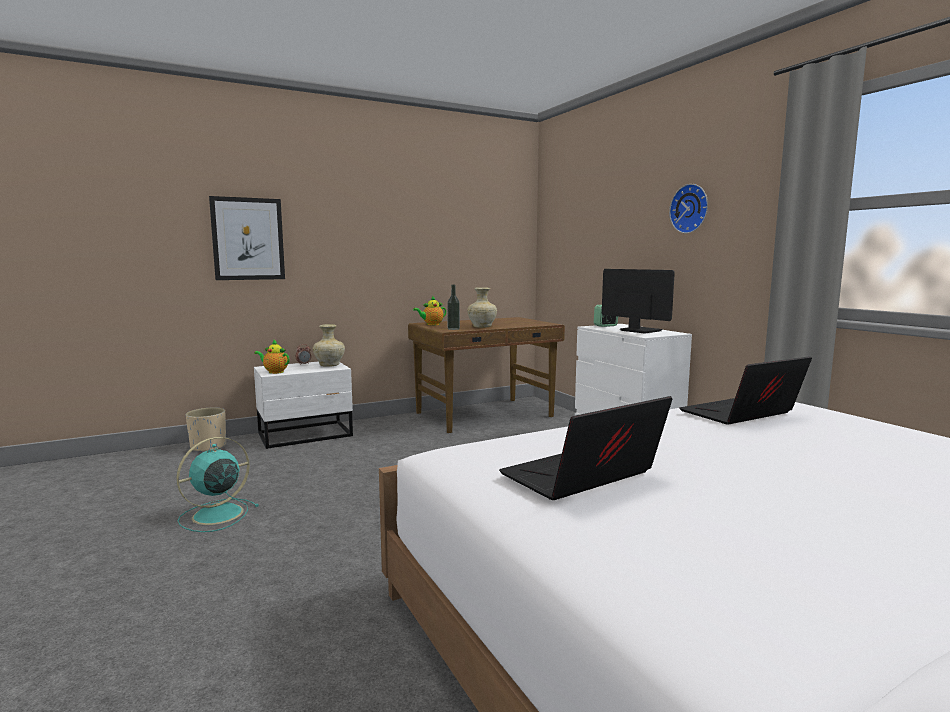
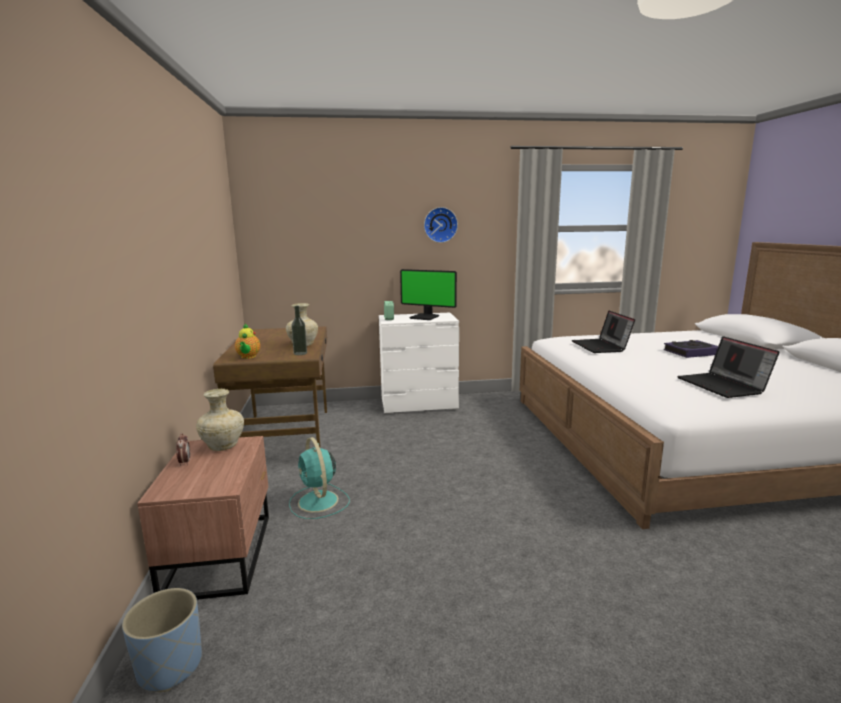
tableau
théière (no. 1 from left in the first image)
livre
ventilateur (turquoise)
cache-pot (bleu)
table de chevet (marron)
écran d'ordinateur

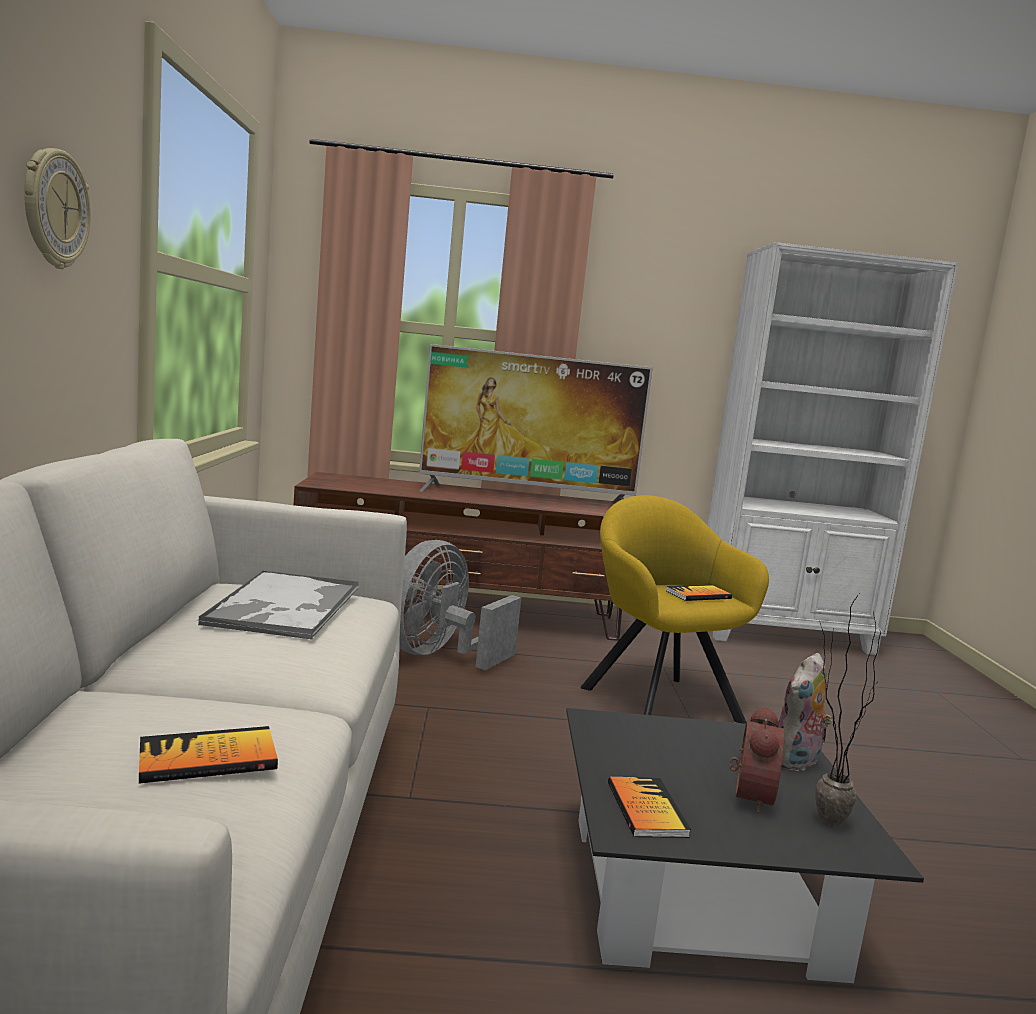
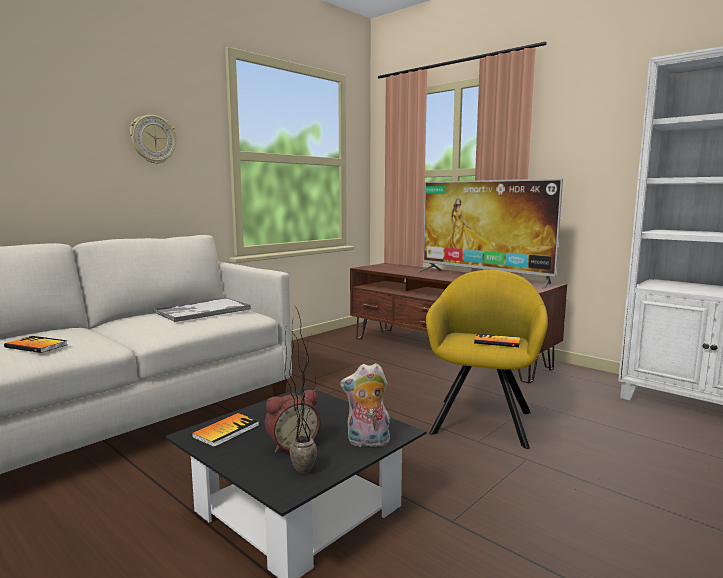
ventilateur (gris)

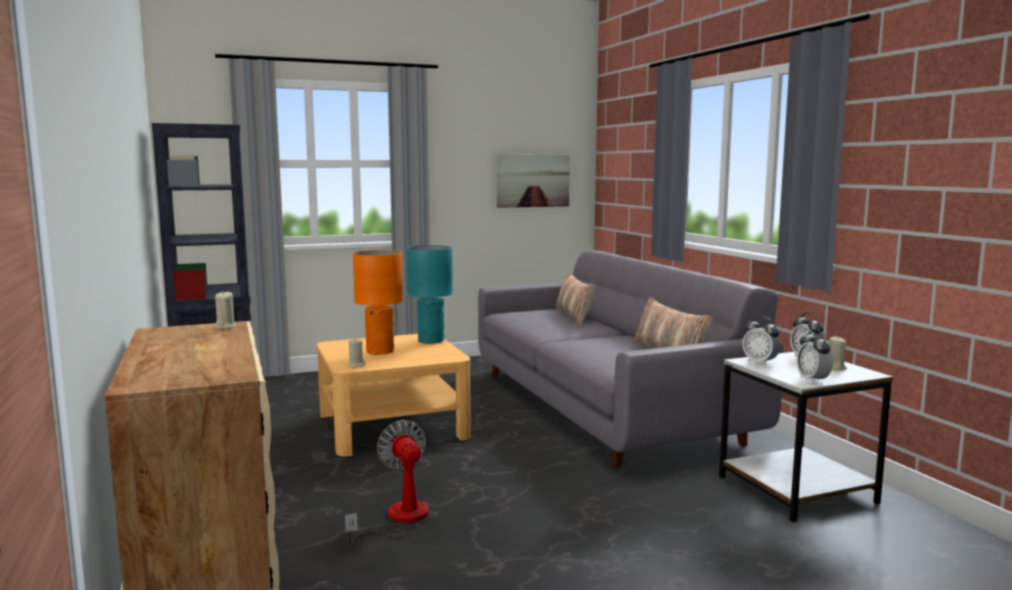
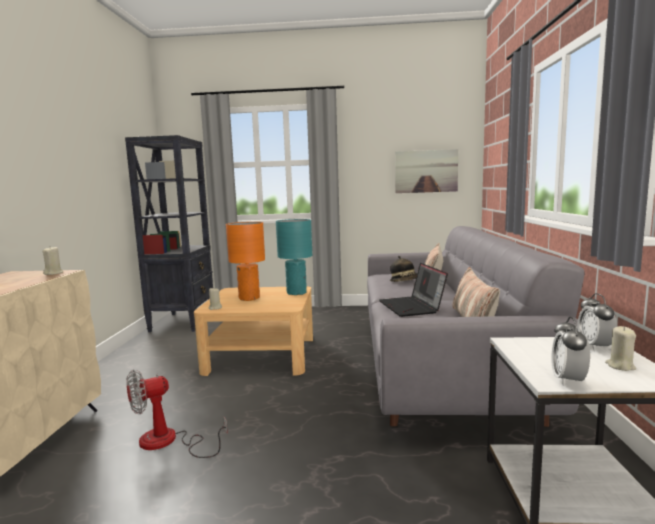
réveil (no. 1 from left in the first image)
ordinateur portable
chapeau
ventilateur

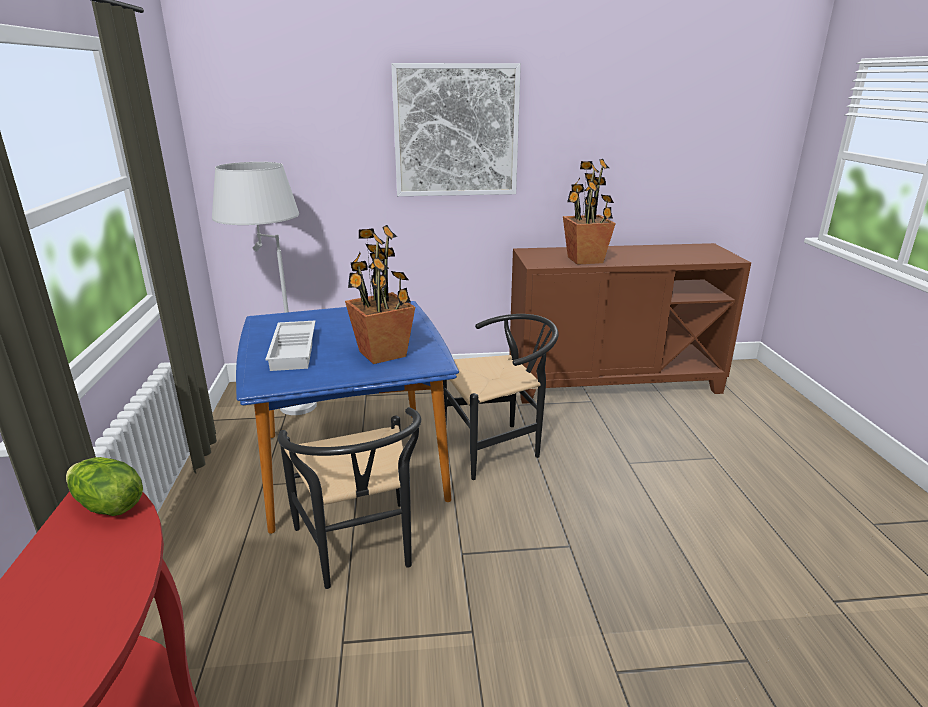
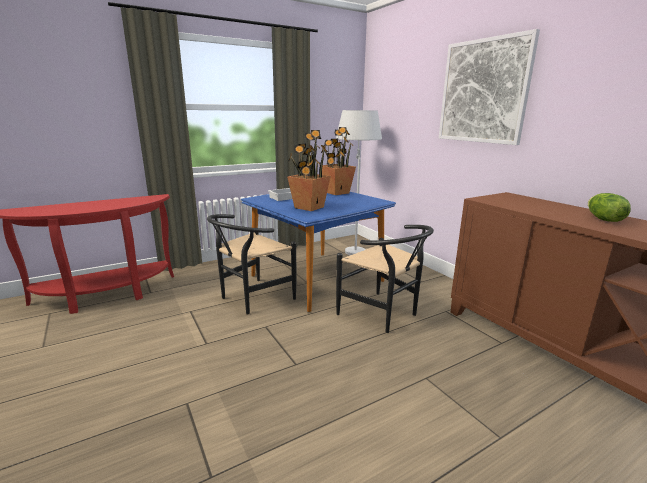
laitue
plante en pot (no. 2 from left)

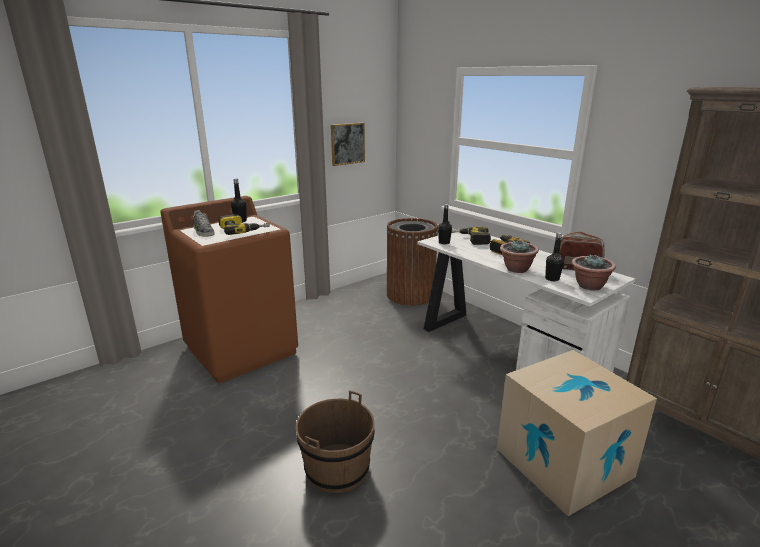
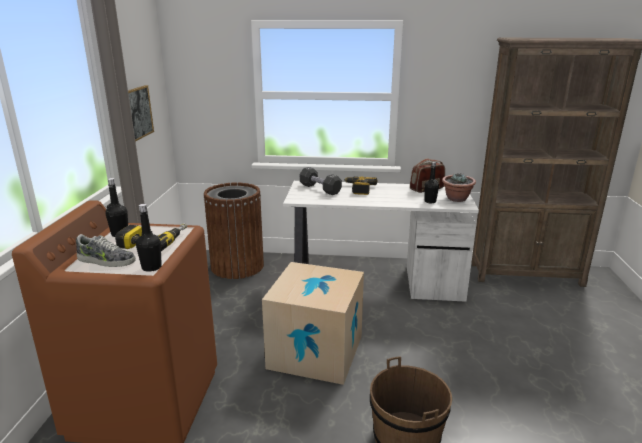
plante en pot (no. 1 from left in the first image)
bouteille (noir) (no. 2 from left)
carton
haltère (noir)

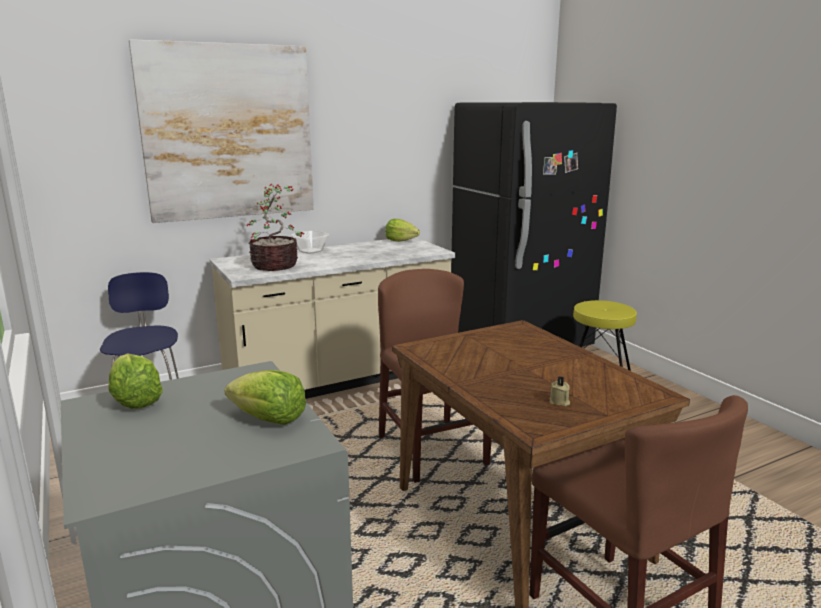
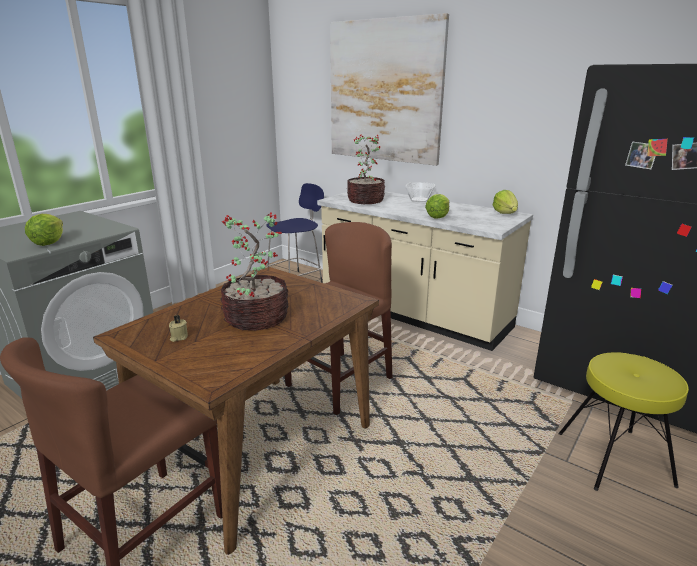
plante en pot (no. 1 from left)
laitue (no. 2 from left)

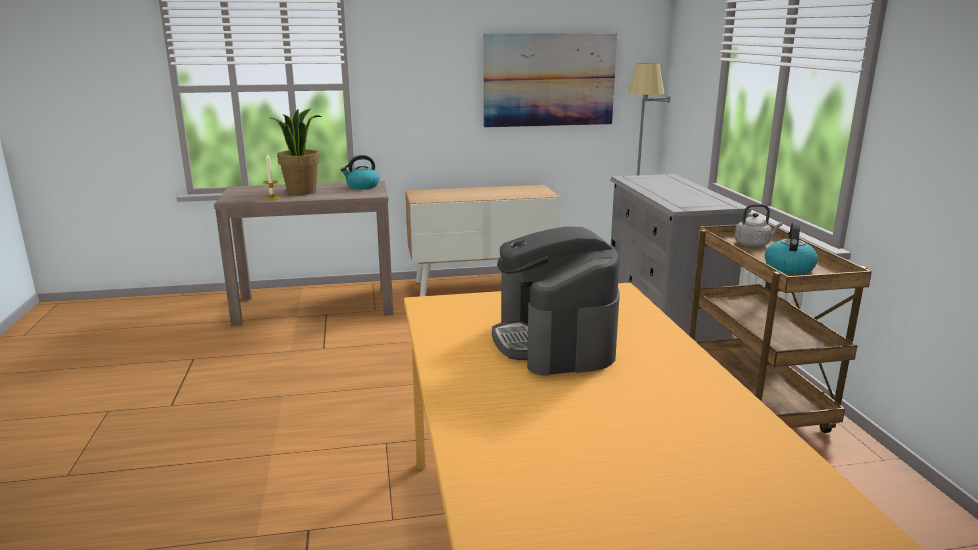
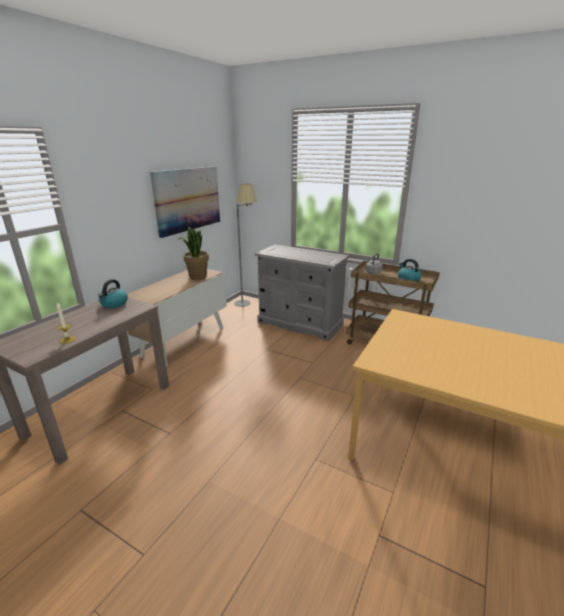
machine à café
plante en pot

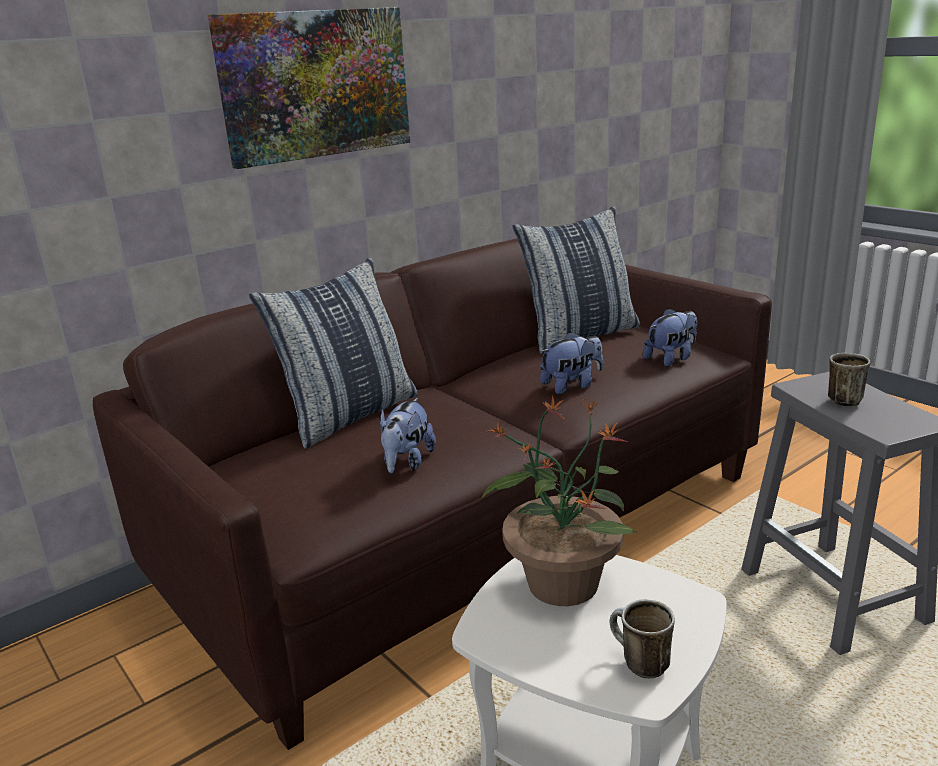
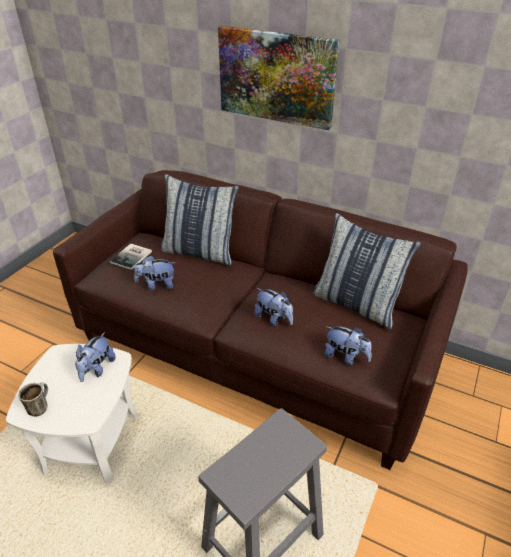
mug (no. 2 from left in the first image)
livre
peluche (no. 1 from left)

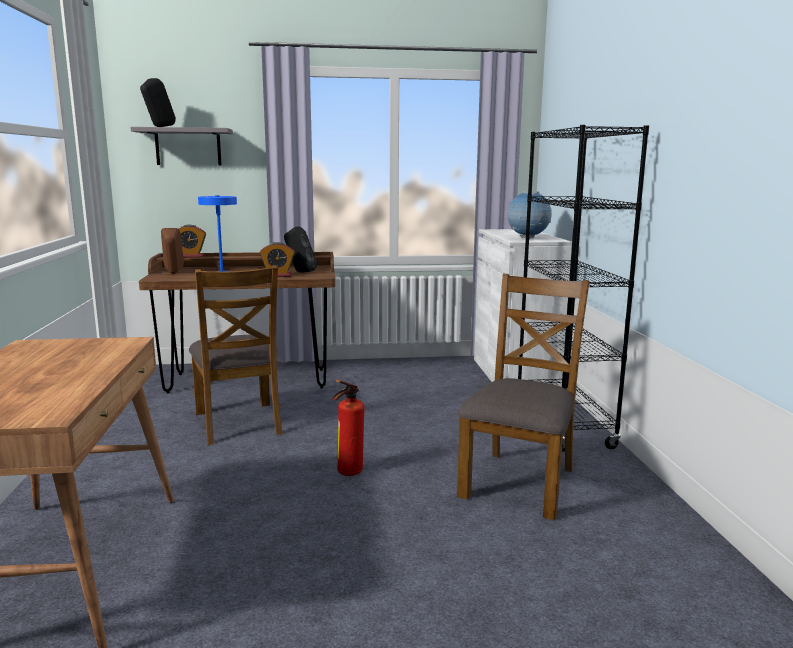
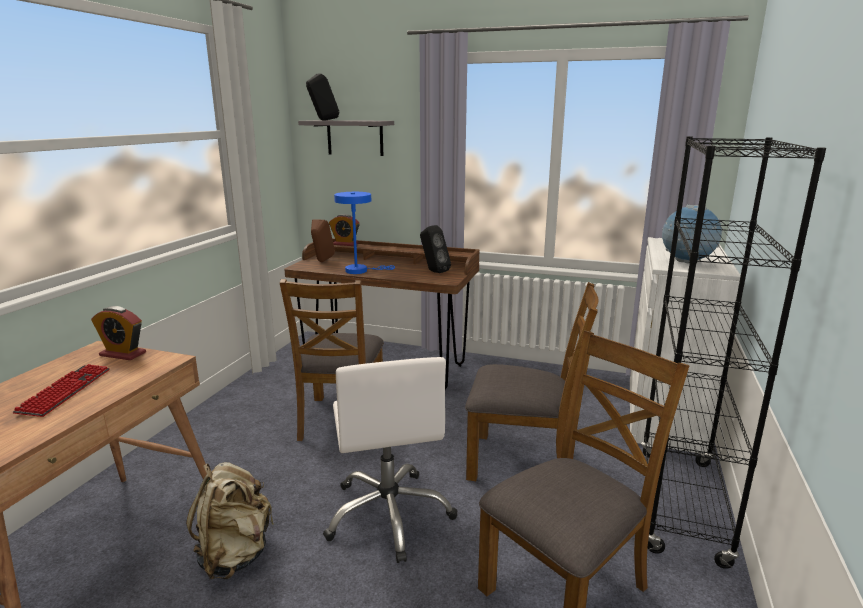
clavier
sac à dos (beige)
chaise (marron) (no. 2 from left)
réveil (no. 1 from left)
chaise de bureau (blanc)

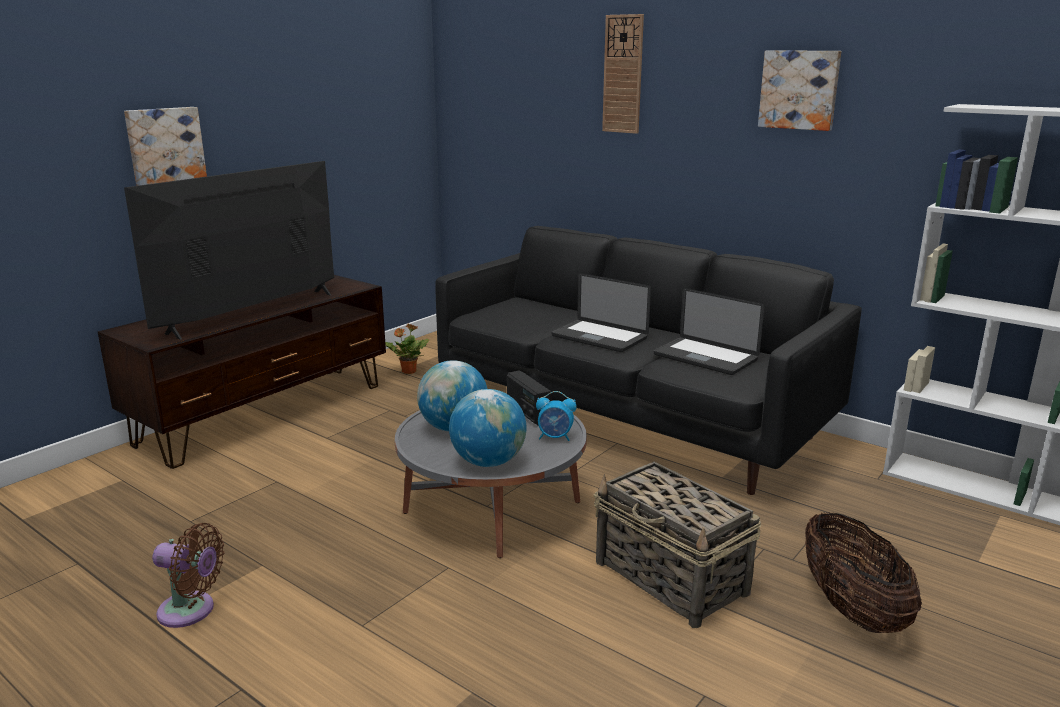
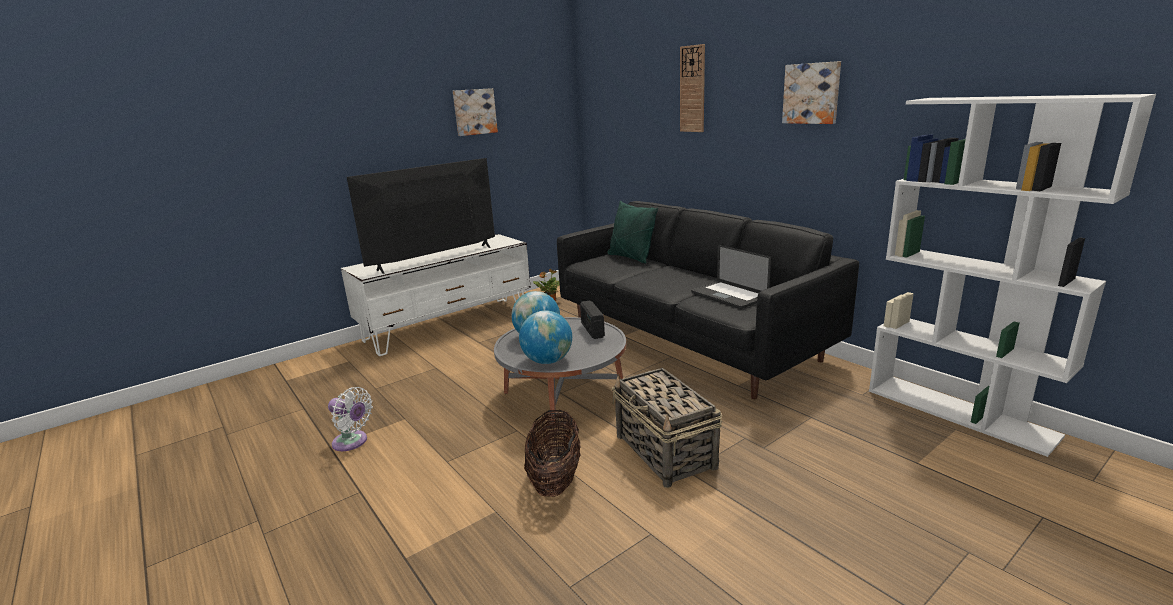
réveil
ordinateur portable (no. 1 from left in the first image)
coussin (vert)
tableau (no. 1 from left)
panier (no. 1 from left)
meuble télé (blanc)
ventilateur (blanc)

